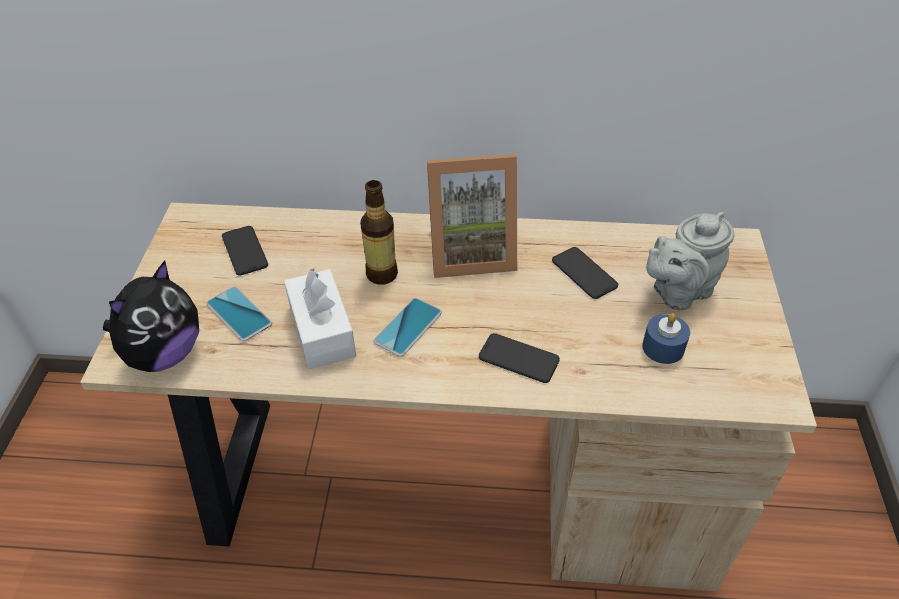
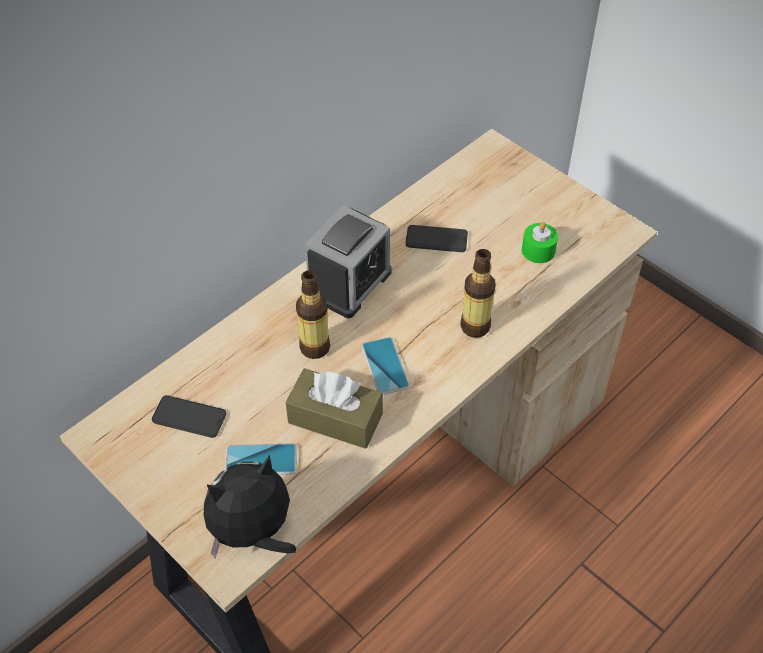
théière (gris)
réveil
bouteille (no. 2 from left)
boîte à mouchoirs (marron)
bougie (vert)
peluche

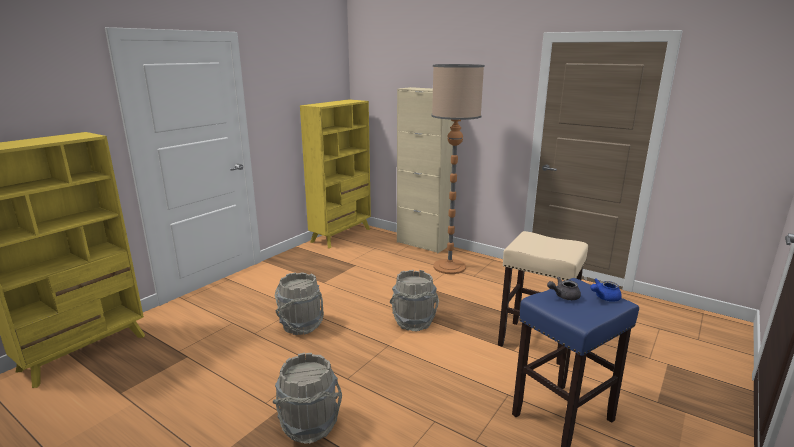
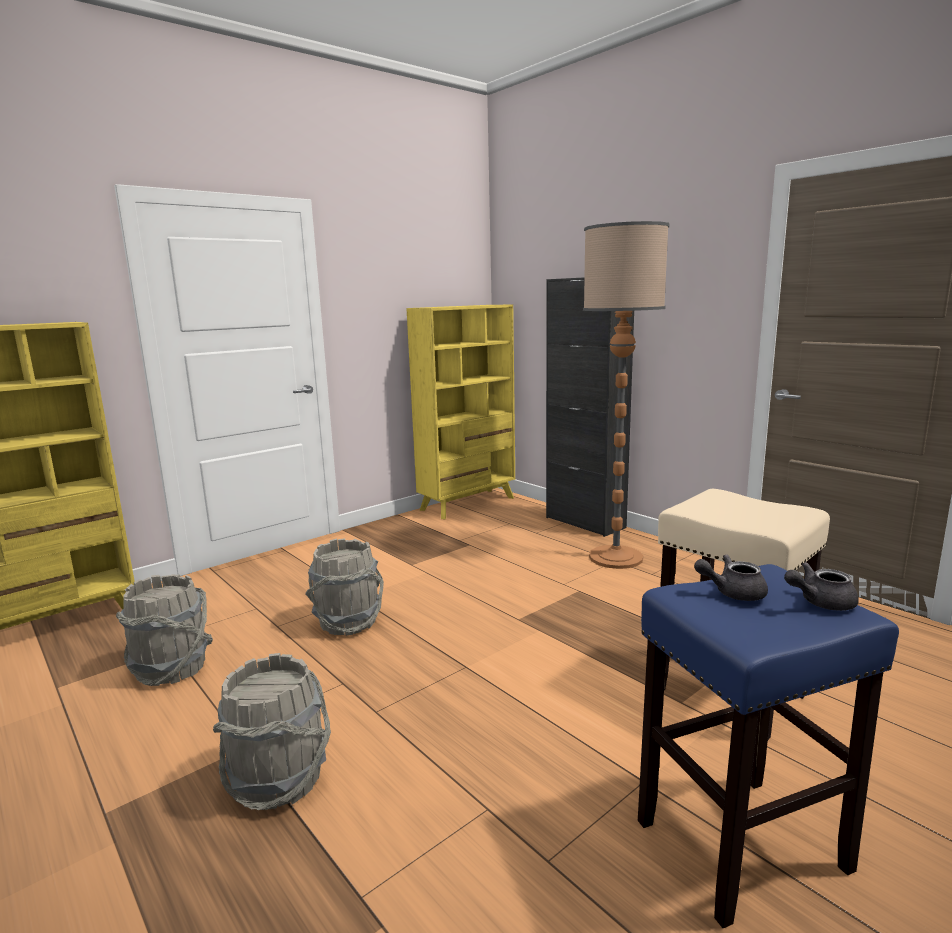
seau (gris) (no. 1 from left)
meuble de rangement (noir)
théière (gris) (no. 2 from left)

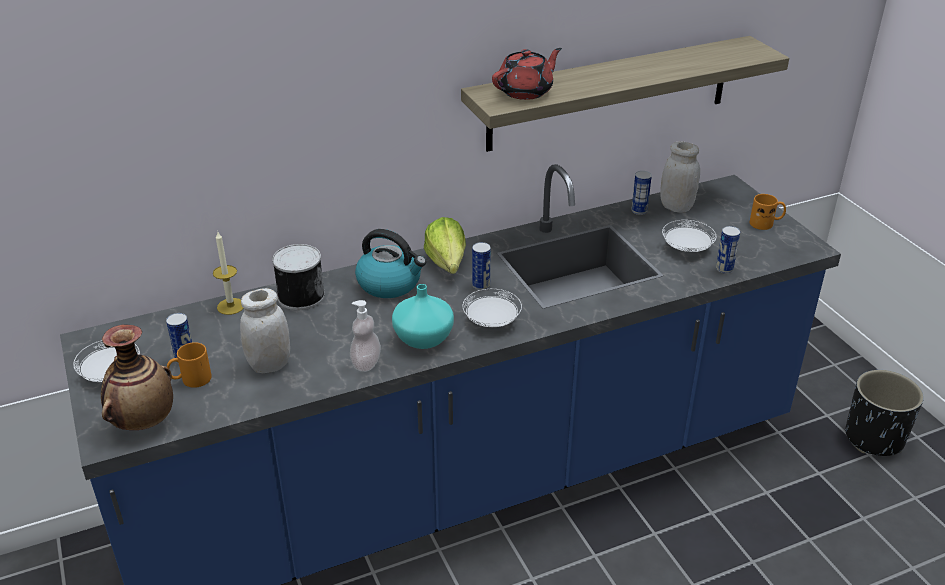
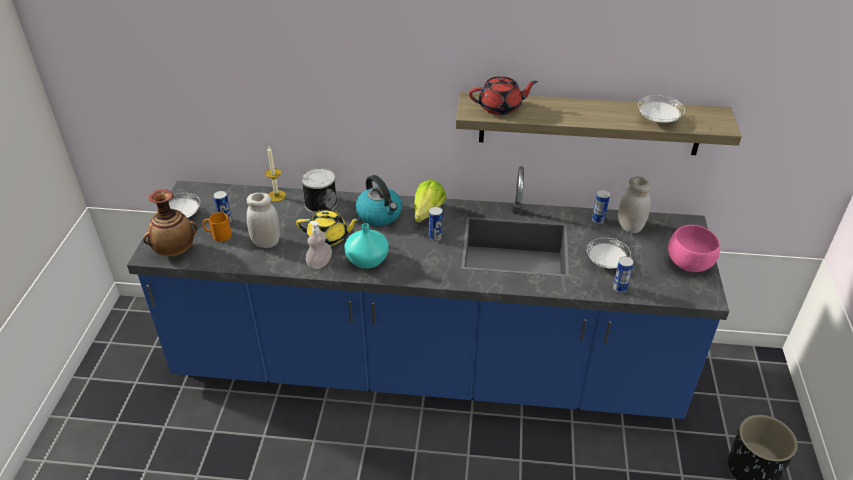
théière (jaune)
assiette (blanc) (no. 3 from left)
bol (rose)

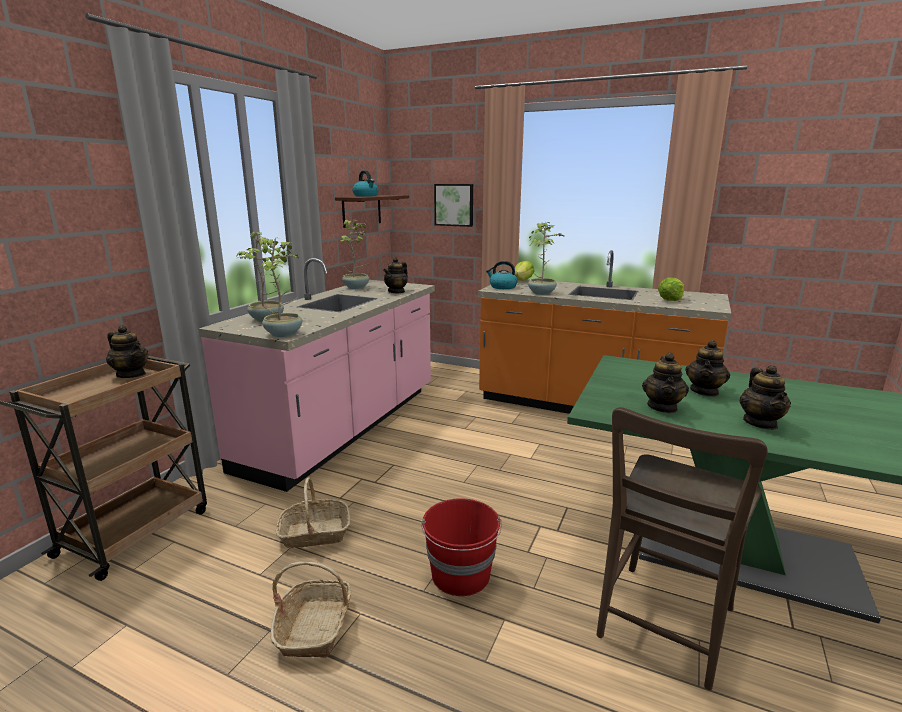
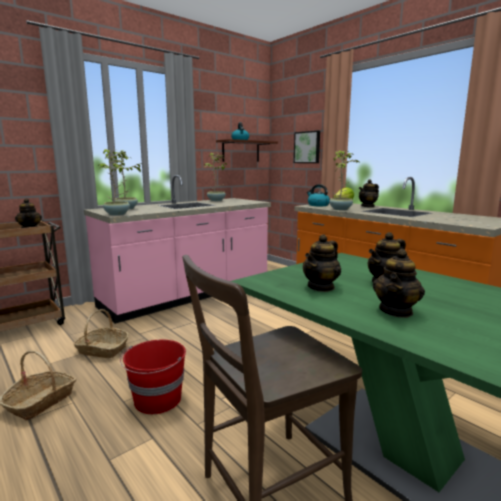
laitue (no. 2 from left in the first image)
théière (no. 3 from left)

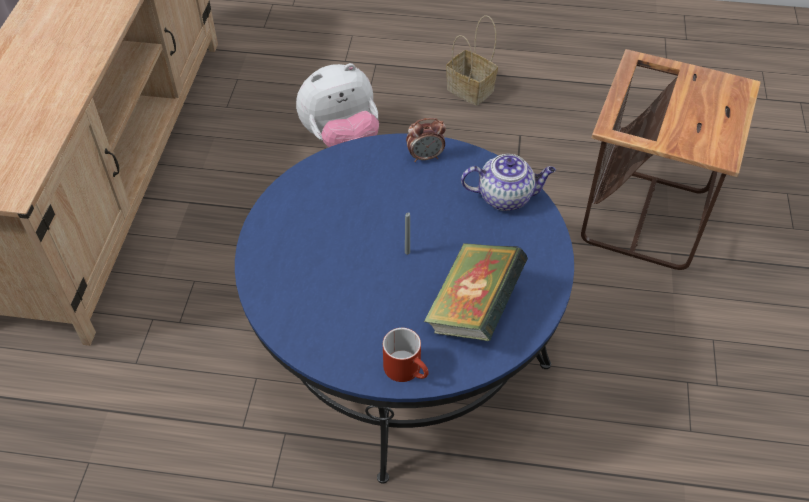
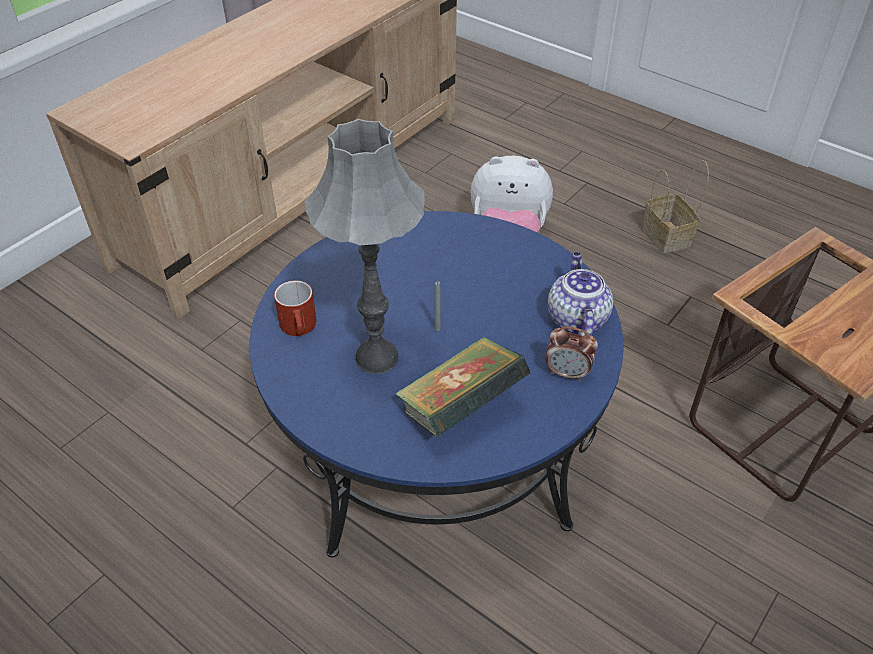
lampe de table (gris)
mug (rouge)
réveil
théière

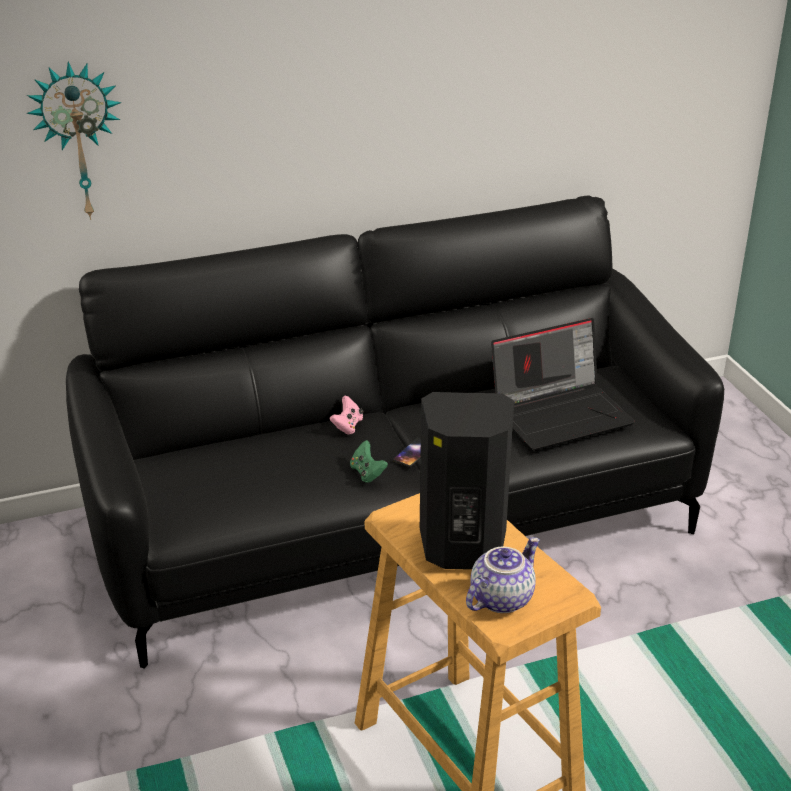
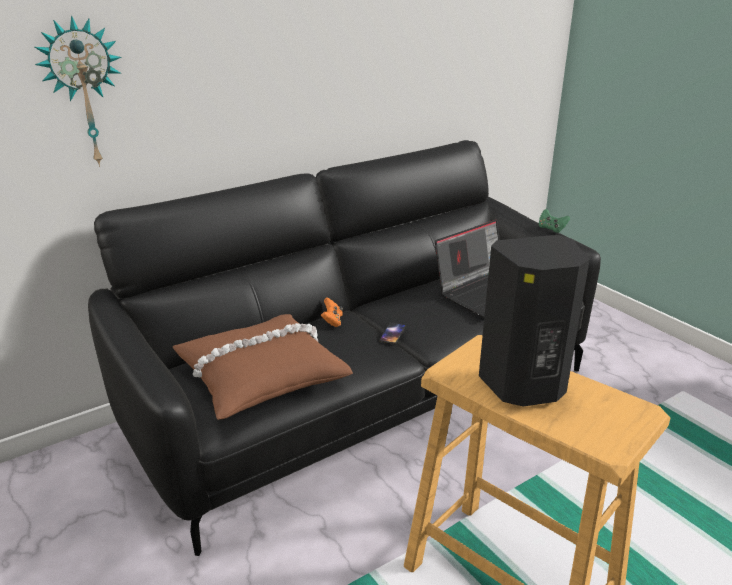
théière
coussin (marron)
manette (vert)
manette (orange)

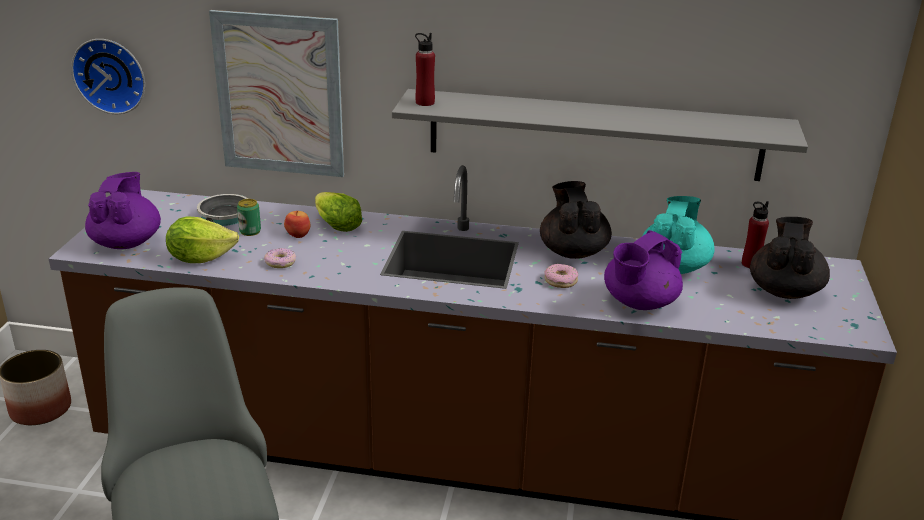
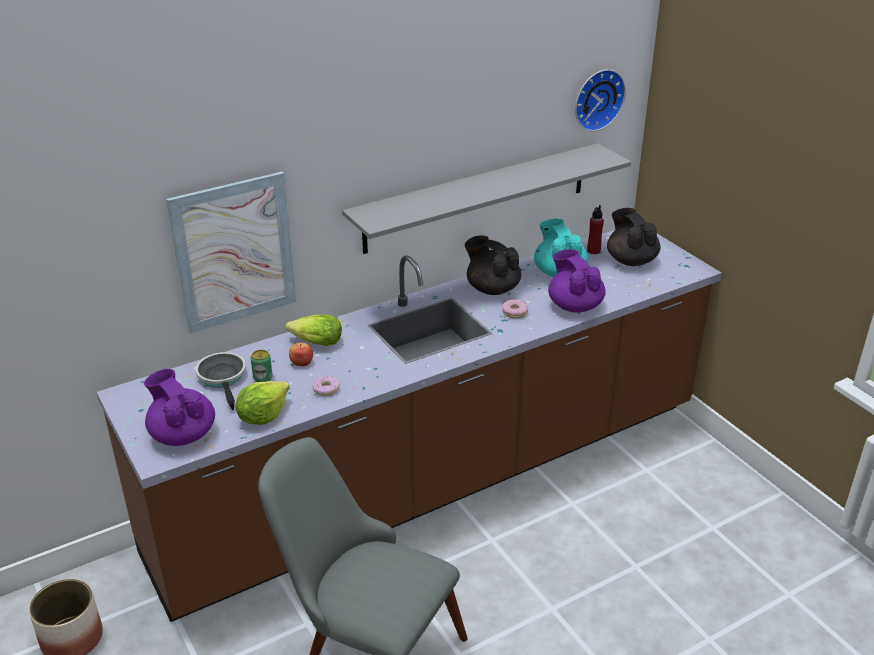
bouteille (rouge) (no. 1 from left in the first image)
horloge murale
théière (violet) (no. 2 from left)

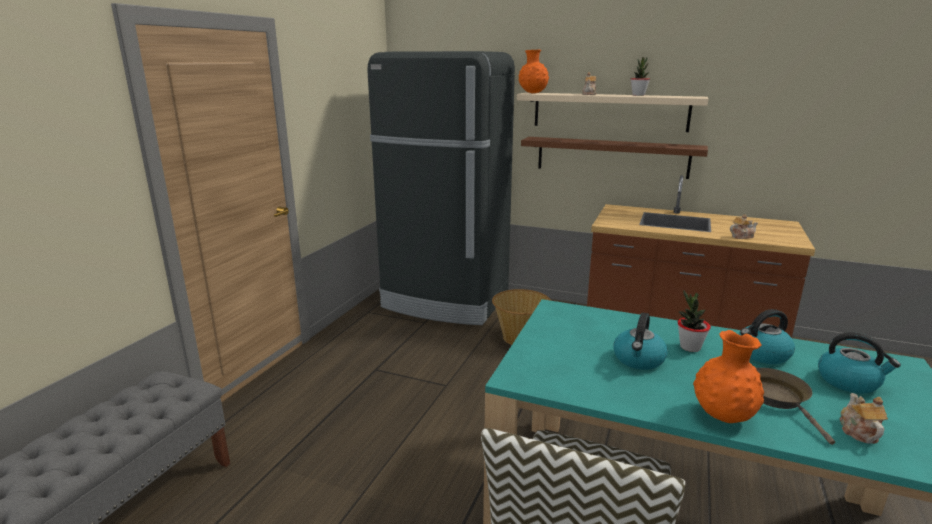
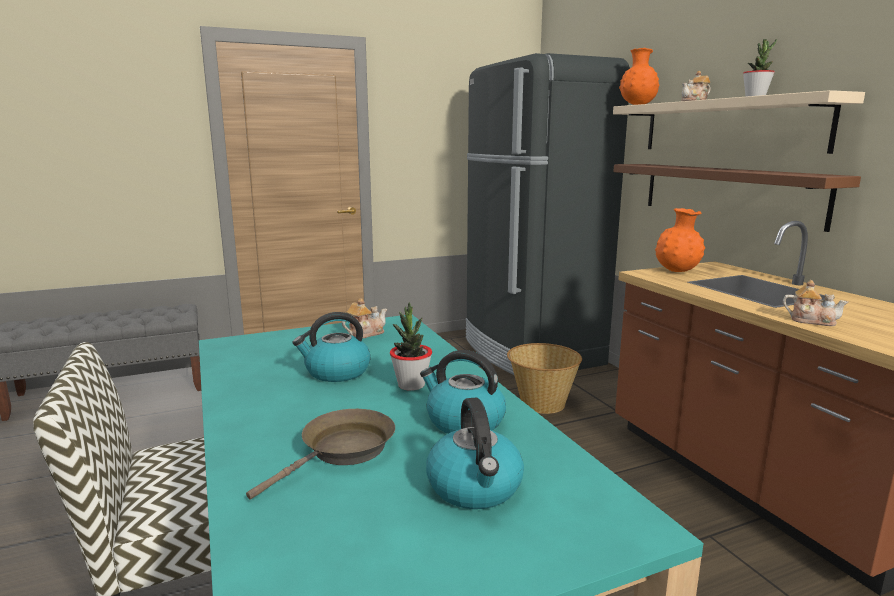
vase (orange) (no. 2 from left)
théière (no. 1 from left)

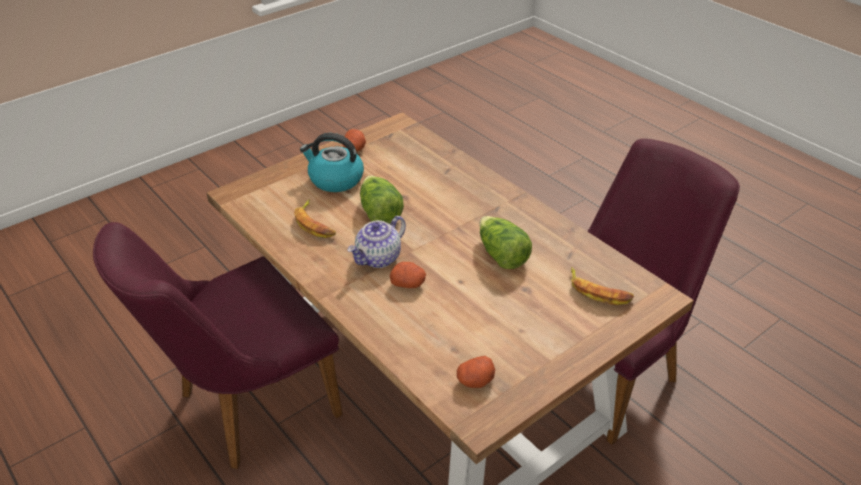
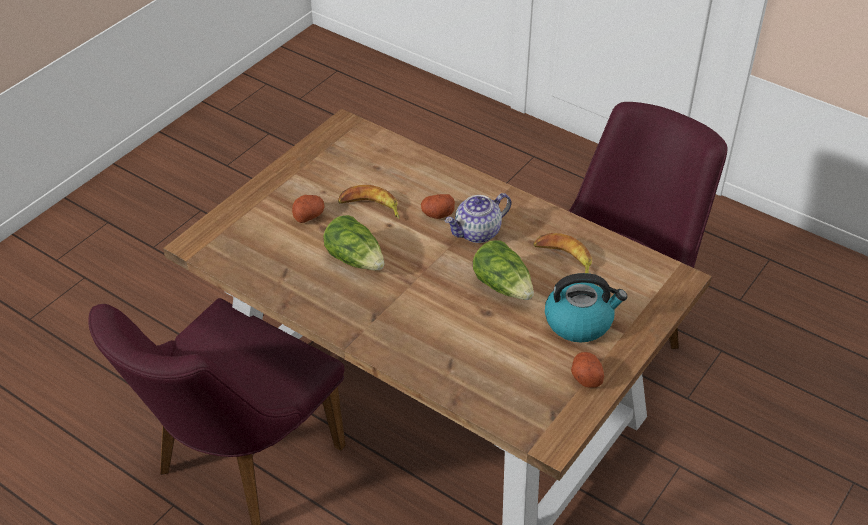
pomme de terre (no. 1 from left)
banane (no. 1 from left)
théière

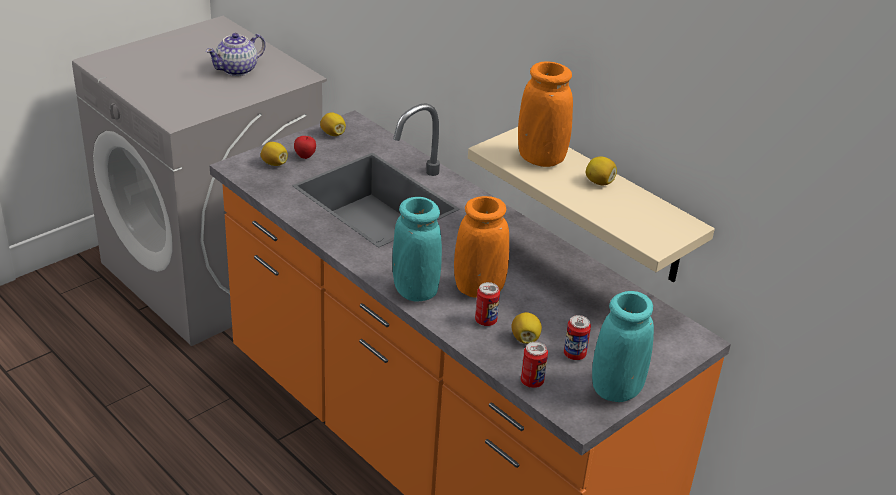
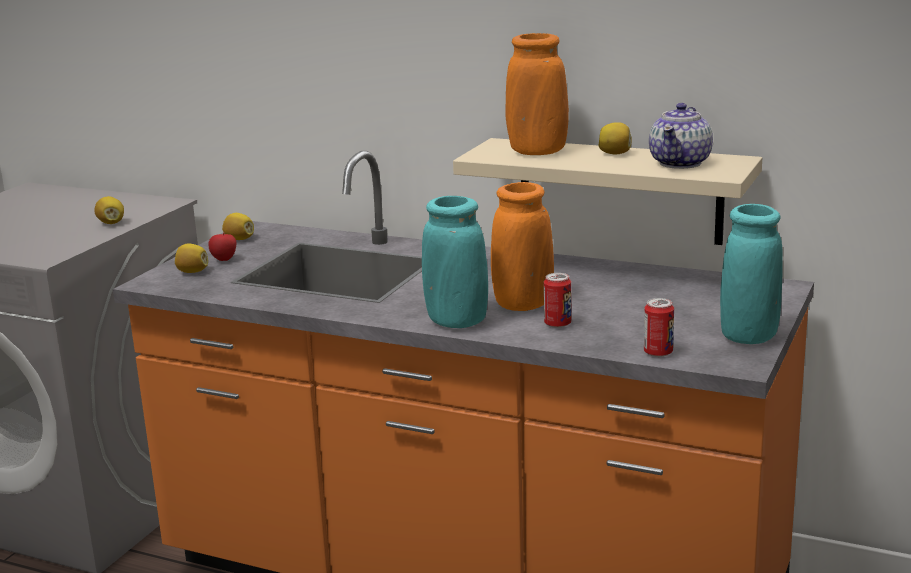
boîte métallique (no. 3 from left in the first image)
théière
citron (no. 1 from left)

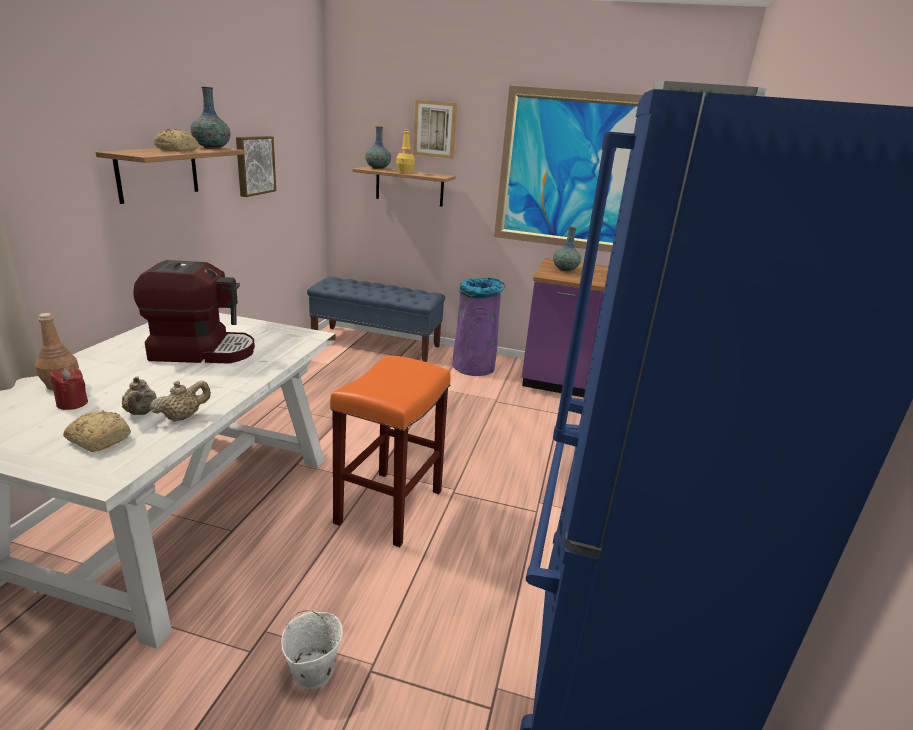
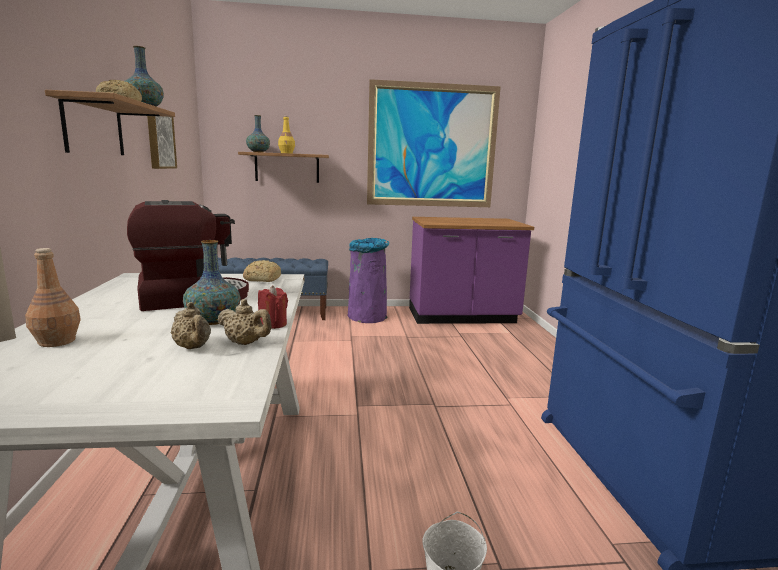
tabouret (orange)
tableau (no. 2 from left in the first image)
bougie (rouge)
pain (no. 2 from left)
vase (no. 2 from left)
théière (beige) (no. 2 from left)

